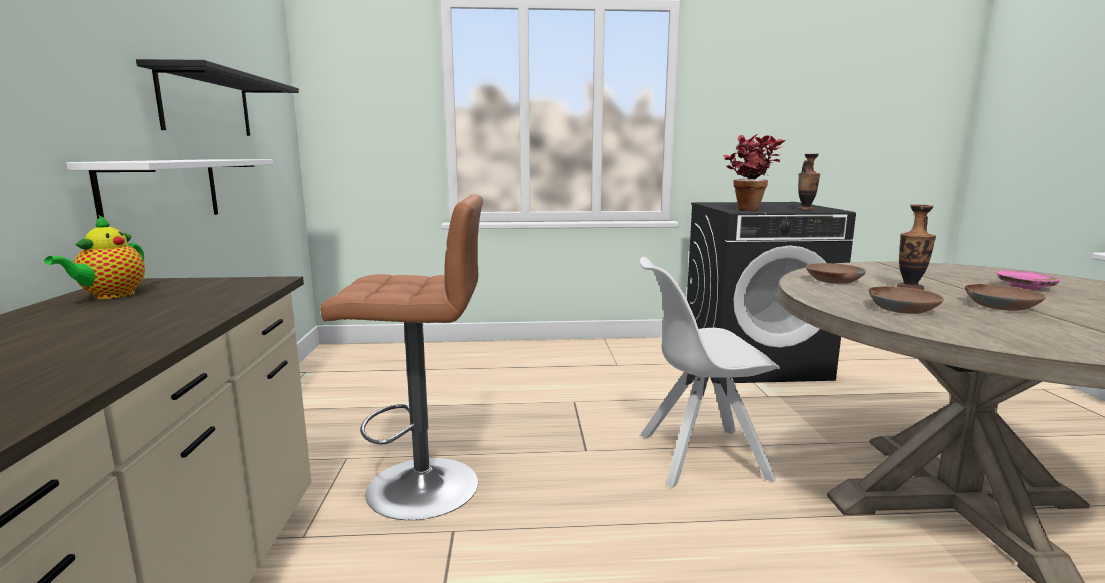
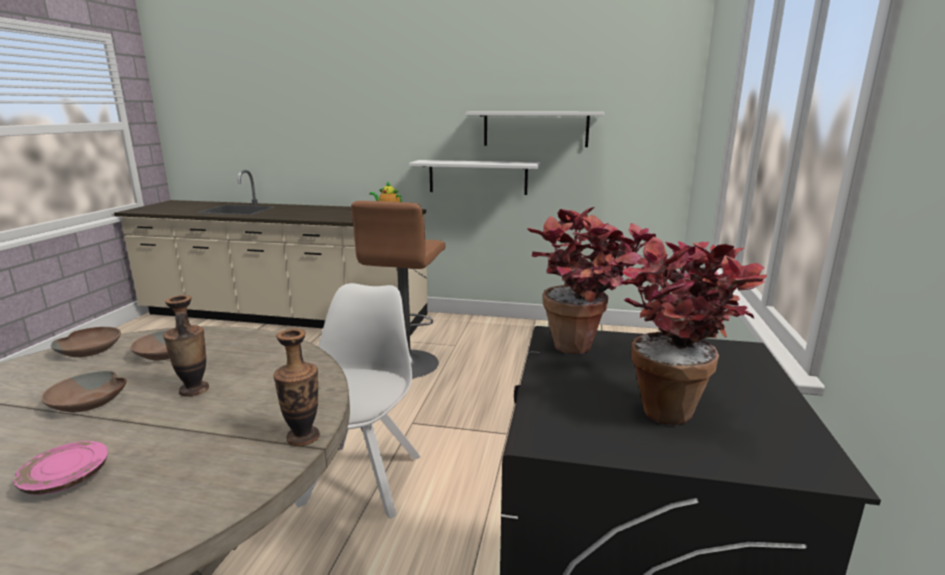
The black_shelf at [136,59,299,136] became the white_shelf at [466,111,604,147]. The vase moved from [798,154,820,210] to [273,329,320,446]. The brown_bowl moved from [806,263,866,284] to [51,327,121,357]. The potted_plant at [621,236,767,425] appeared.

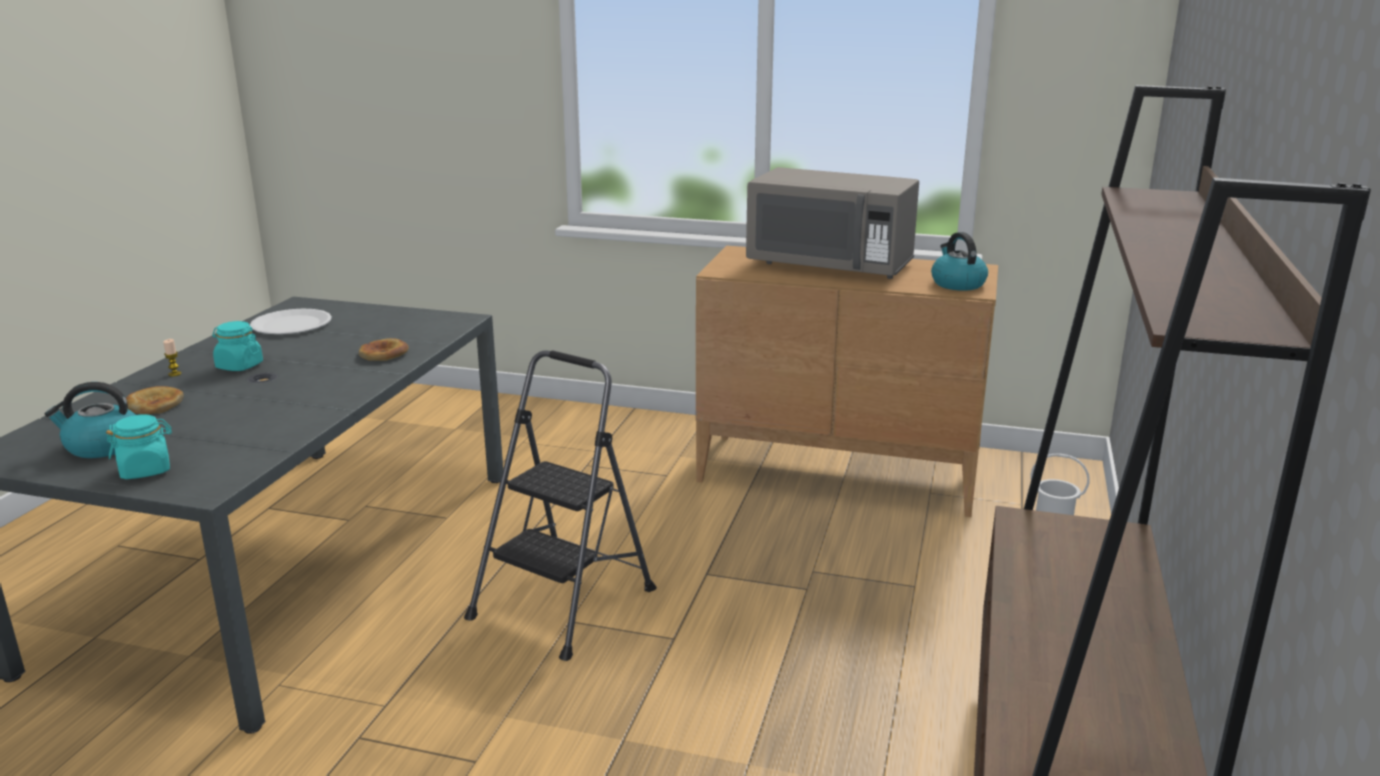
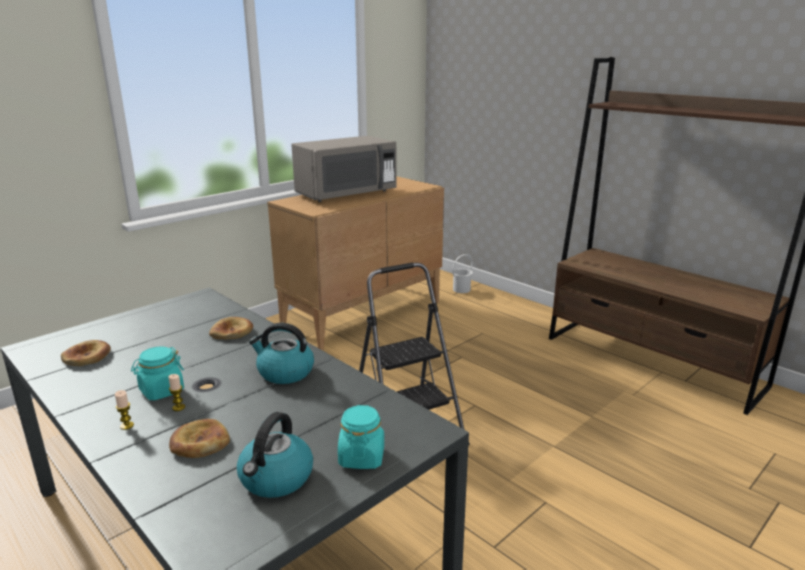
The kettle moved from [931,232,988,291] to [249,323,314,384]. The white_plate at [250,309,332,334] was replaced by the bread at [61,340,111,366]. The candle at [168,374,185,411] appeared.

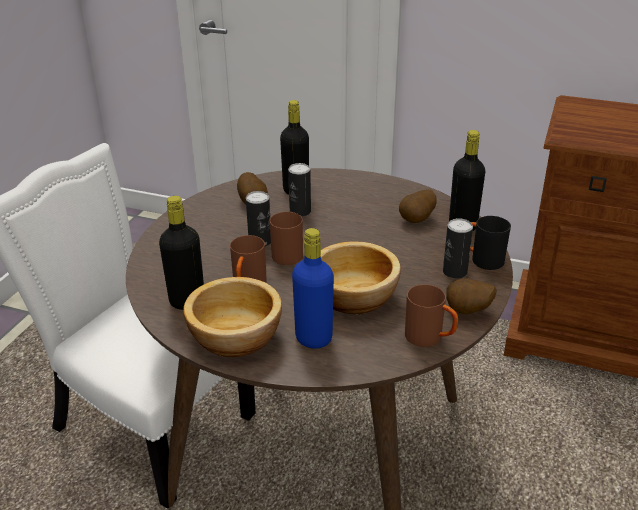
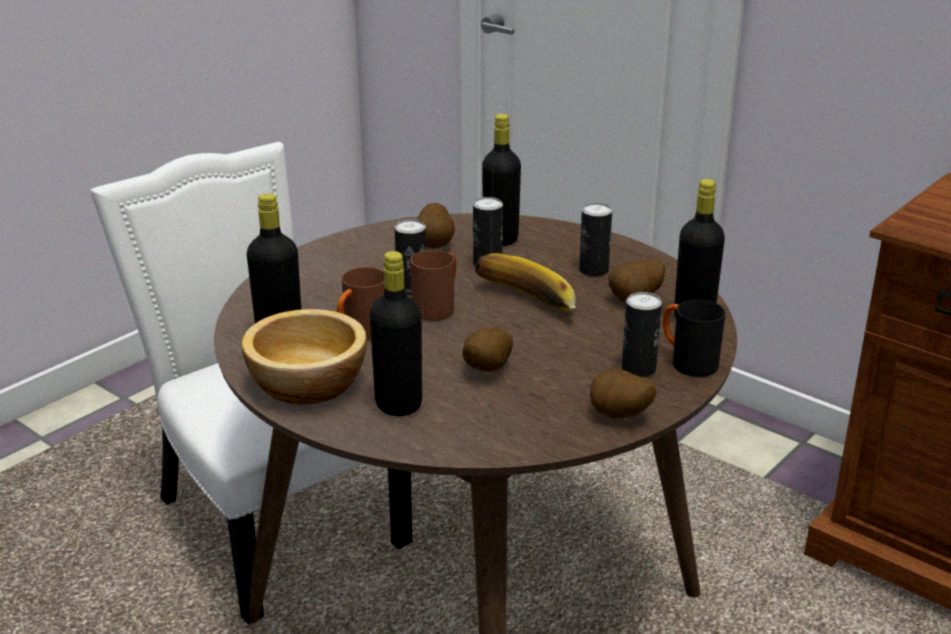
The blue_bottle at [292,228,334,348] became the black_bottle at [370,251,422,416]. The bowl at [321,241,401,314] was replaced by the potato at [462,327,513,372]. The brown_mug at [405,284,458,347] disappeared. The can at [579,203,612,277] appeared. The banana at [475,253,576,312] appeared.

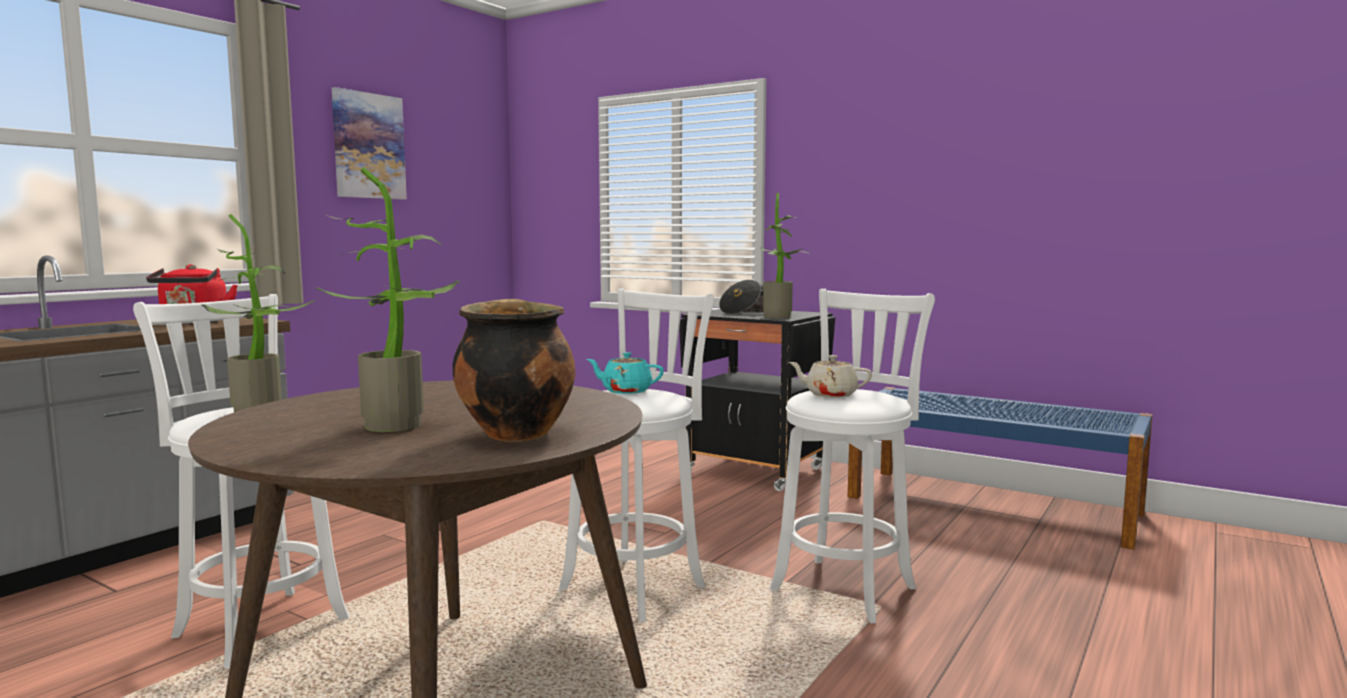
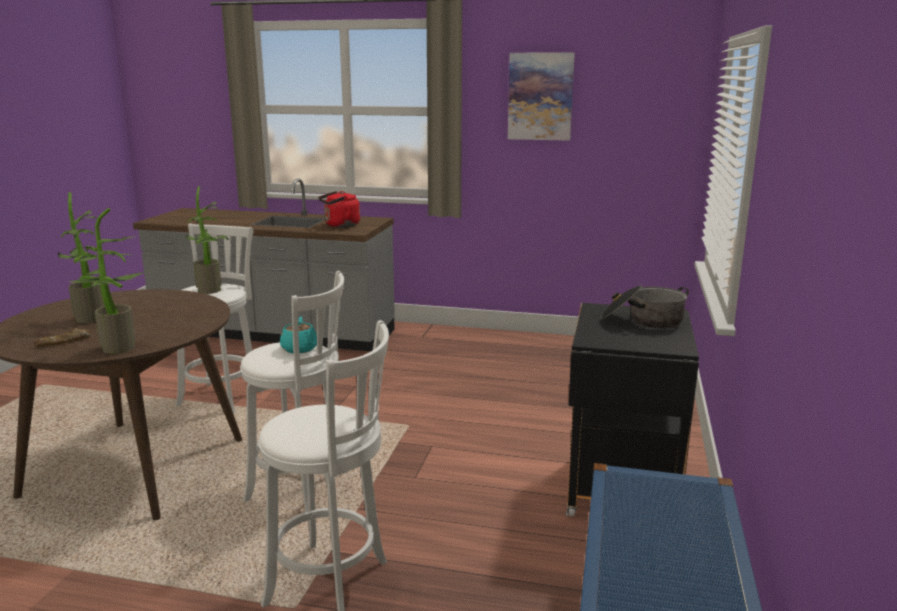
The potted_plant moved from [760,192,808,319] to [64,208,149,354]. The cooking_pot at [453,299,575,441] was replaced by the bread at [34,328,91,347]. The beige_teapot at [789,355,872,398] disappeared.

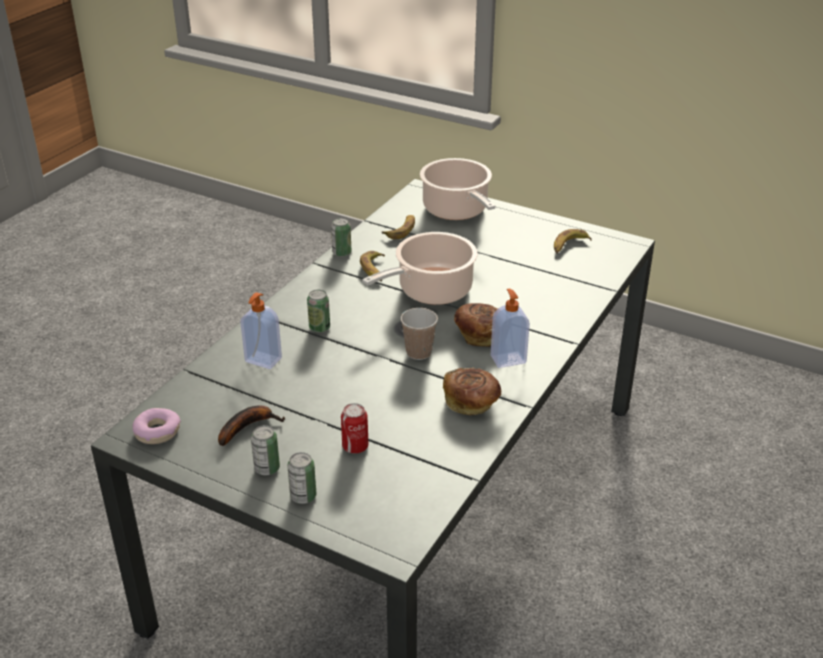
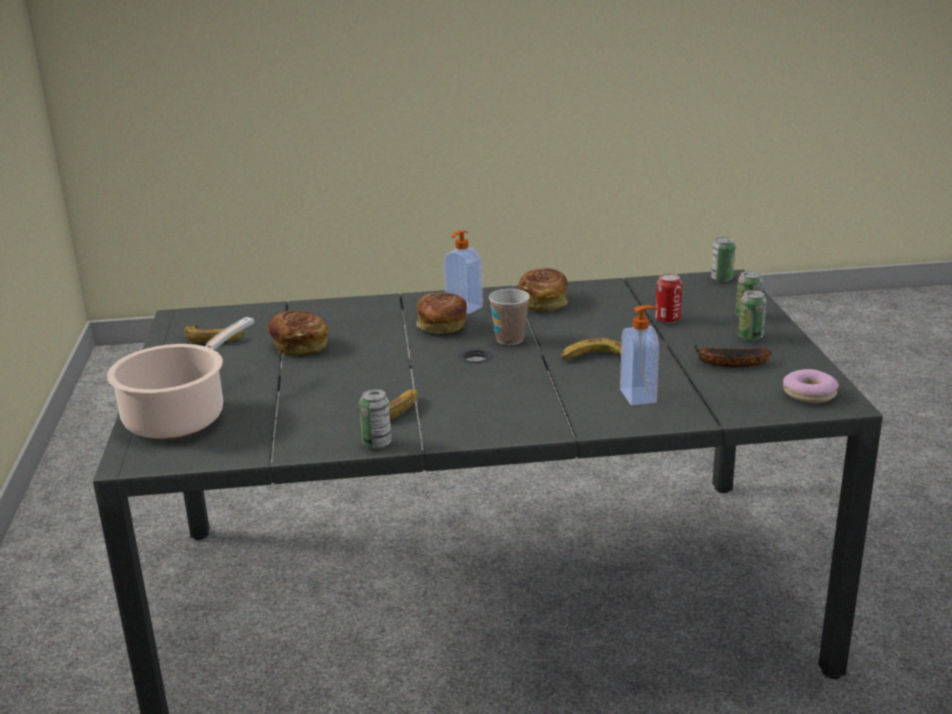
The banana moved from [382,215,415,239] to [561,338,621,359]. The cooking_pot at [362,232,478,305] disappeared. The can moved from [307,290,330,333] to [711,237,736,282]. The bread at [268,310,328,356] appeared.

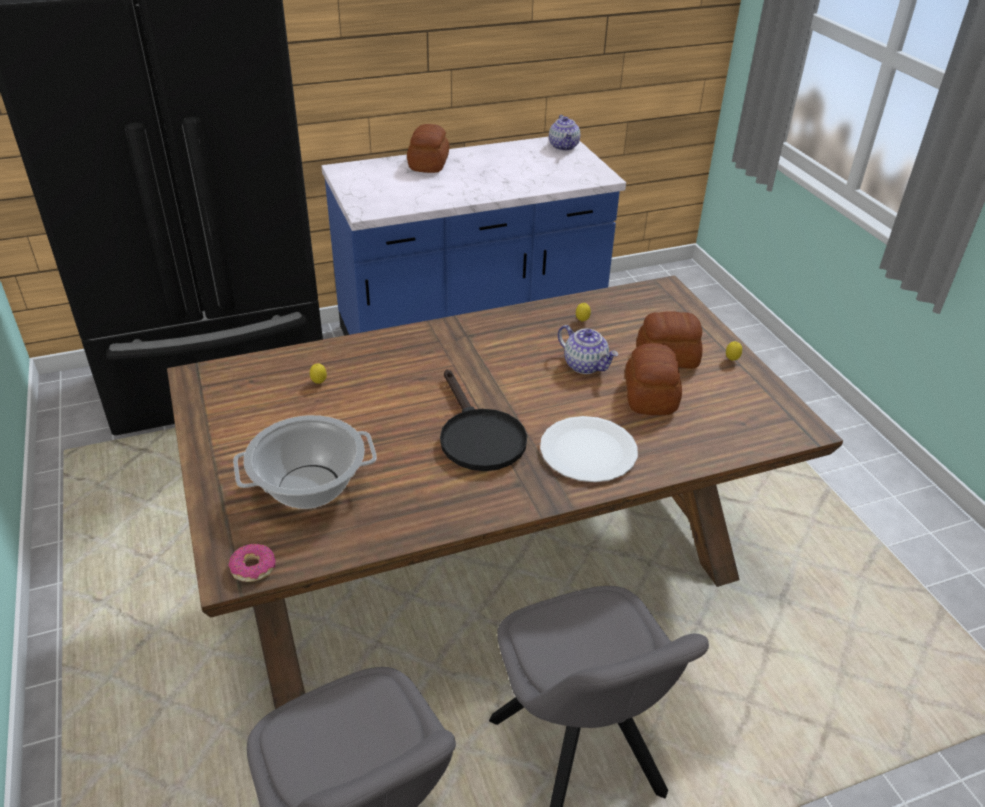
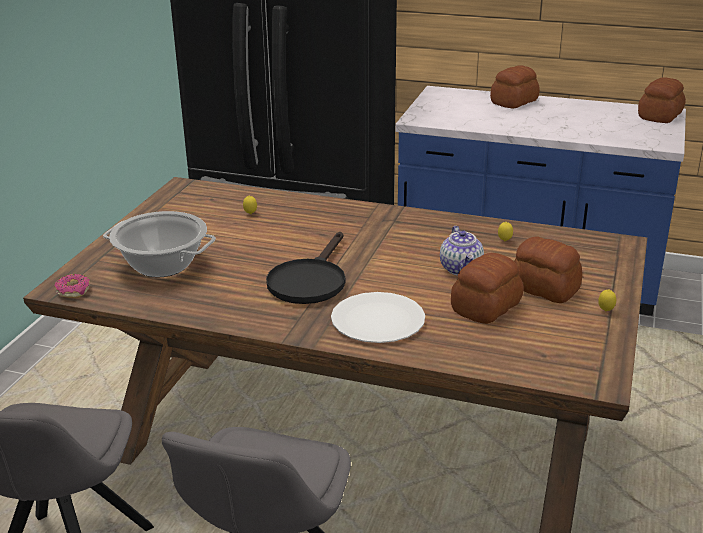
The teapot at [549,115,580,151] was replaced by the bread at [638,77,686,123].

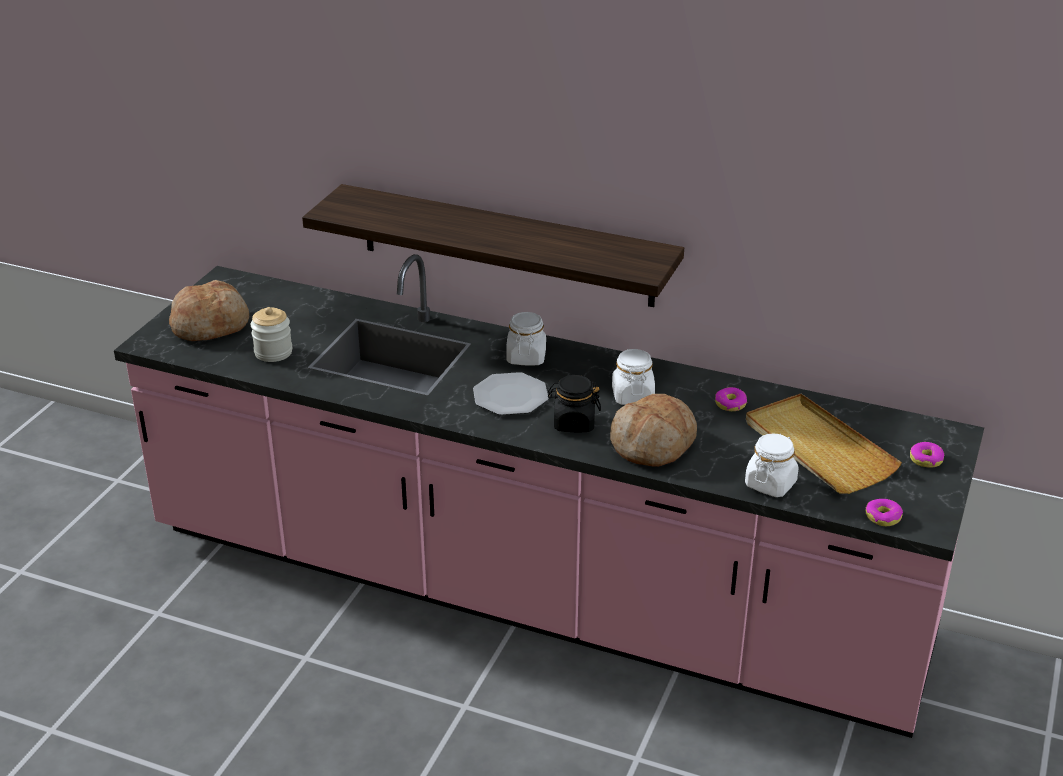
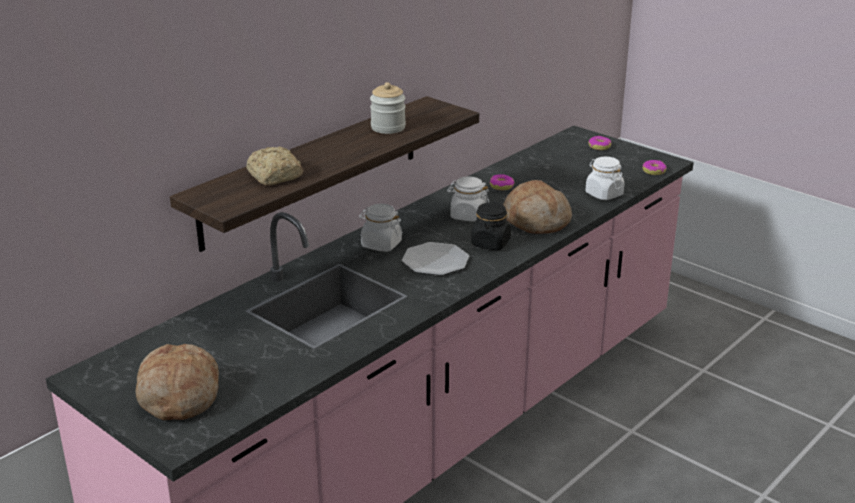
The jar moved from [250,307,292,362] to [370,82,406,134]. The beige_tray at [746,394,902,494] disappeared. The bread at [247,146,303,186] appeared.

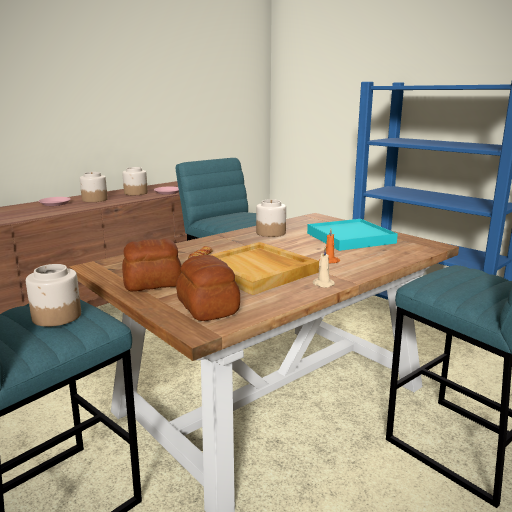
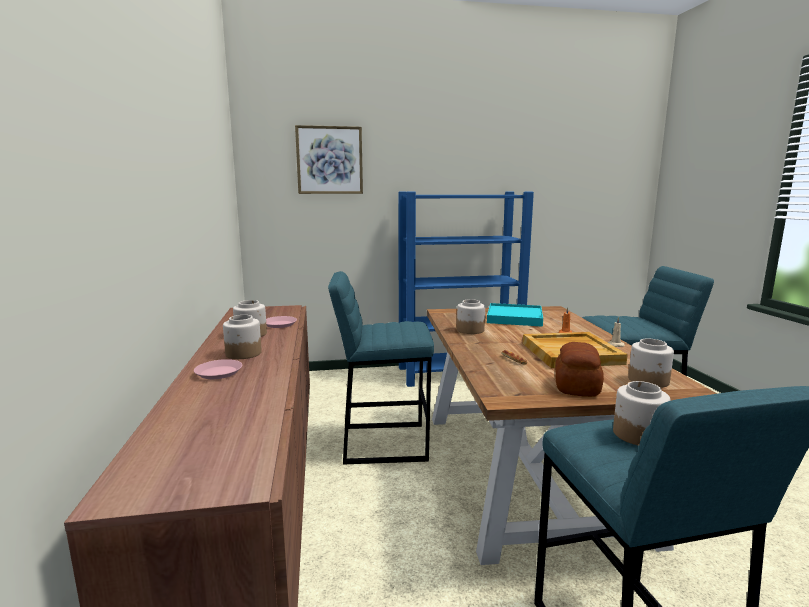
The bread at [176,255,240,321] was replaced by the jar at [628,339,674,388]. The picture at [295,125,363,194] appeared.

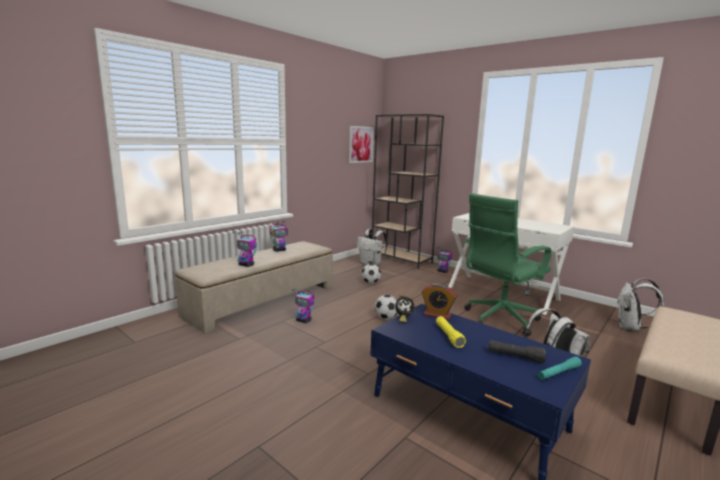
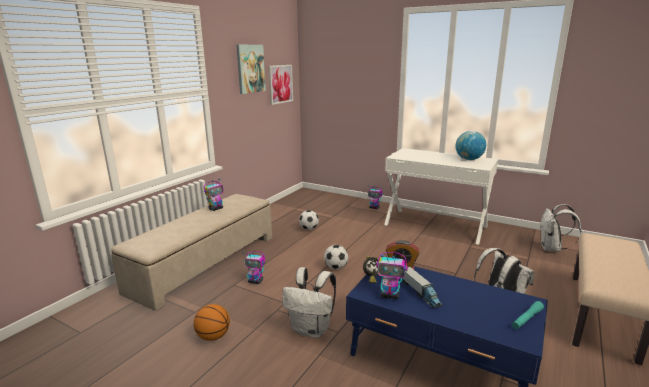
The bookcase at [372,114,444,269] disappeared. The green_office_chair at [464,193,552,337] disappeared. The white_backpack moved from [356,229,387,266] to [283,267,336,338]. The toy_robot moved from [232,232,257,267] to [376,252,408,299]. The yellow_flashlight at [436,316,466,348] was replaced by the toy_truck at [402,266,442,308]. The black_flashlight at [489,340,546,363] disappeared. The picture at [236,45,266,94] appeared. The globe at [455,131,486,160] appeared. The basketball at [194,304,230,341] appeared.

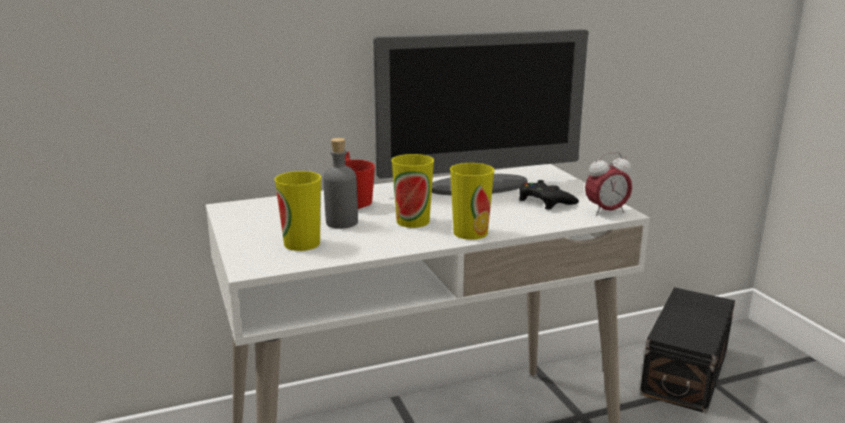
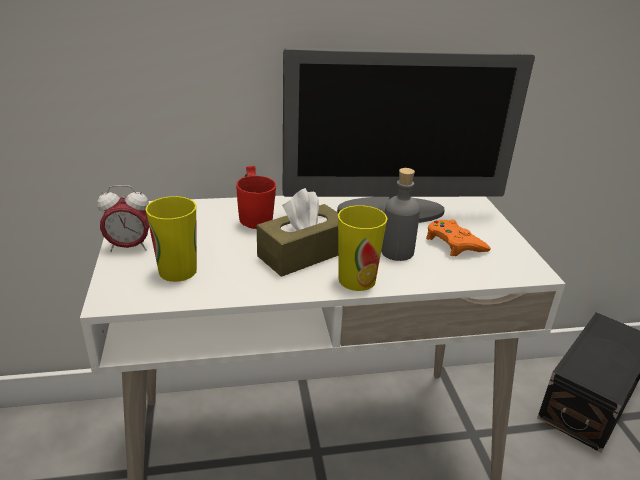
The grey_bottle moved from [323,138,358,229] to [381,168,420,261]. The alarm_clock moved from [585,152,632,216] to [97,185,149,252]. The cup at [391,154,434,228] was replaced by the brown_tissue_box at [257,188,338,277]. The black_game_controller at [519,180,579,209] became the orange_game_controller at [426,220,491,256].

